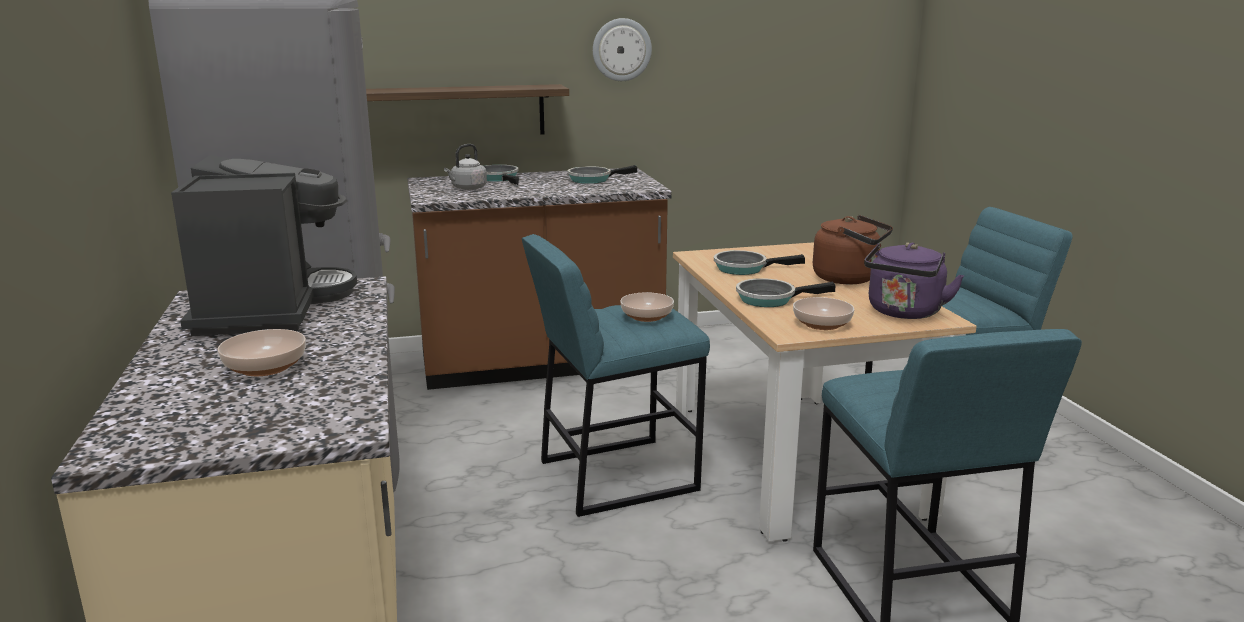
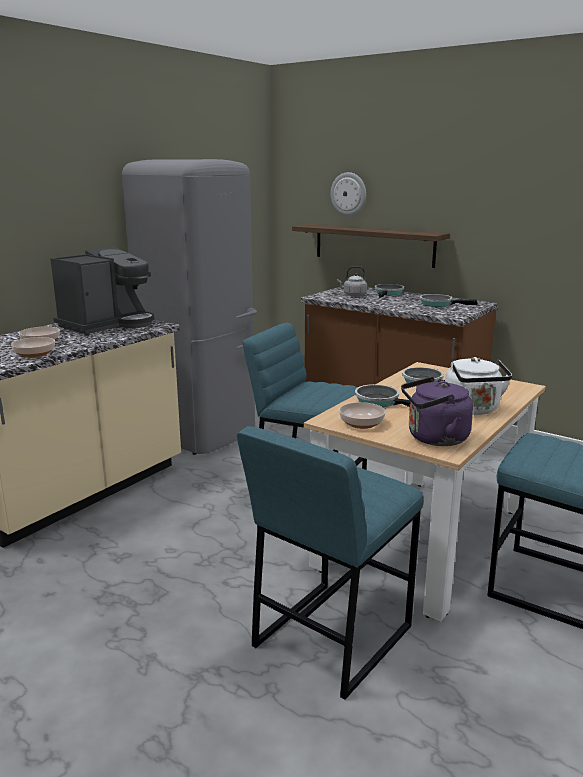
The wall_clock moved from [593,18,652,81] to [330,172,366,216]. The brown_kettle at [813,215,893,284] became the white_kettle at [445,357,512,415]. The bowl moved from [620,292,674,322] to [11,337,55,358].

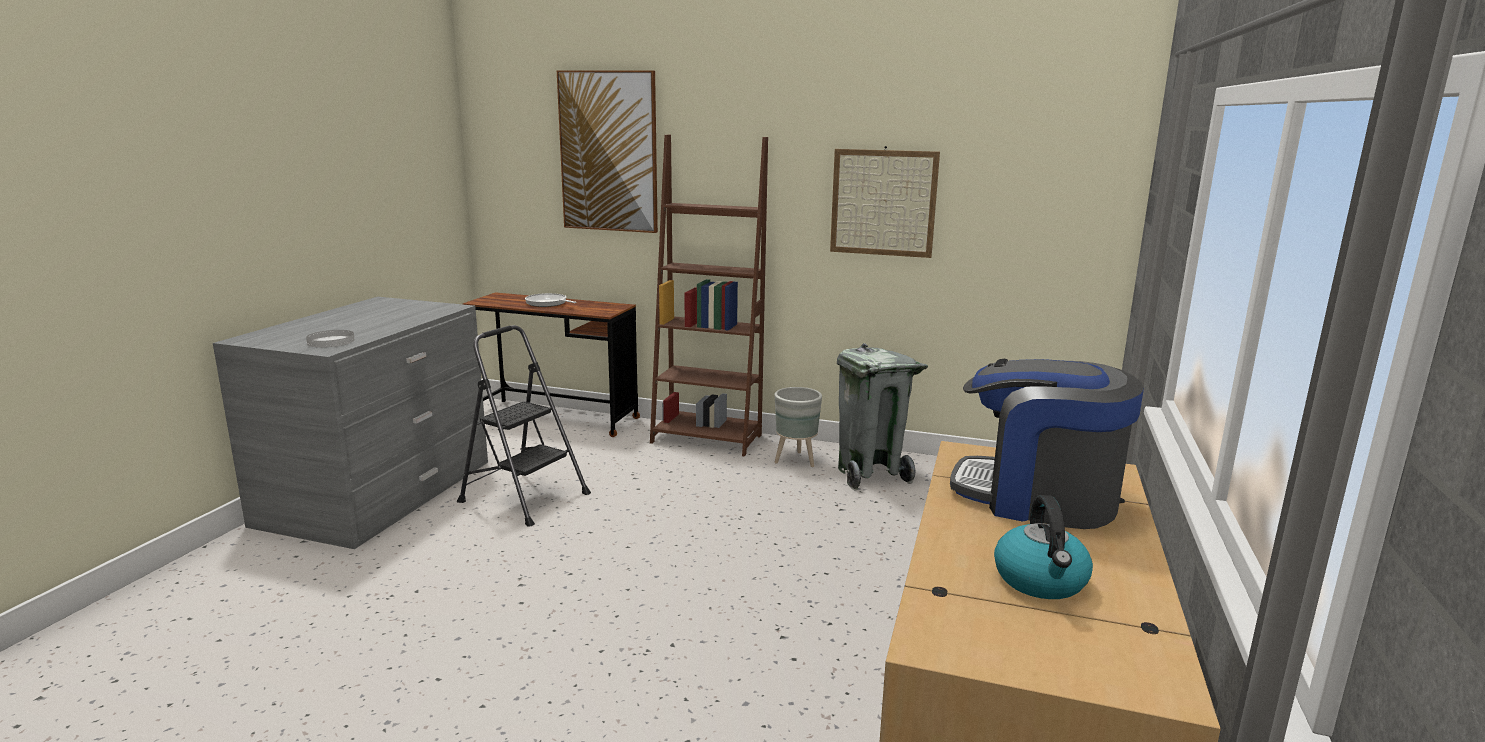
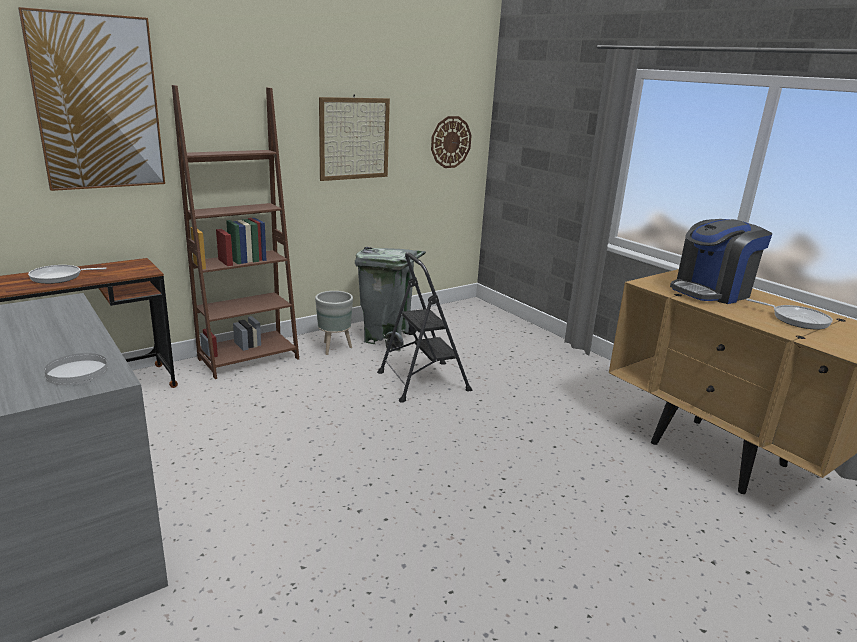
The black_step_ladder moved from [457,325,591,527] to [377,252,472,403]. The kettle at [994,495,1093,599] was replaced by the frying_pan at [746,299,833,330]. The wall_clock at [431,116,472,168] appeared.

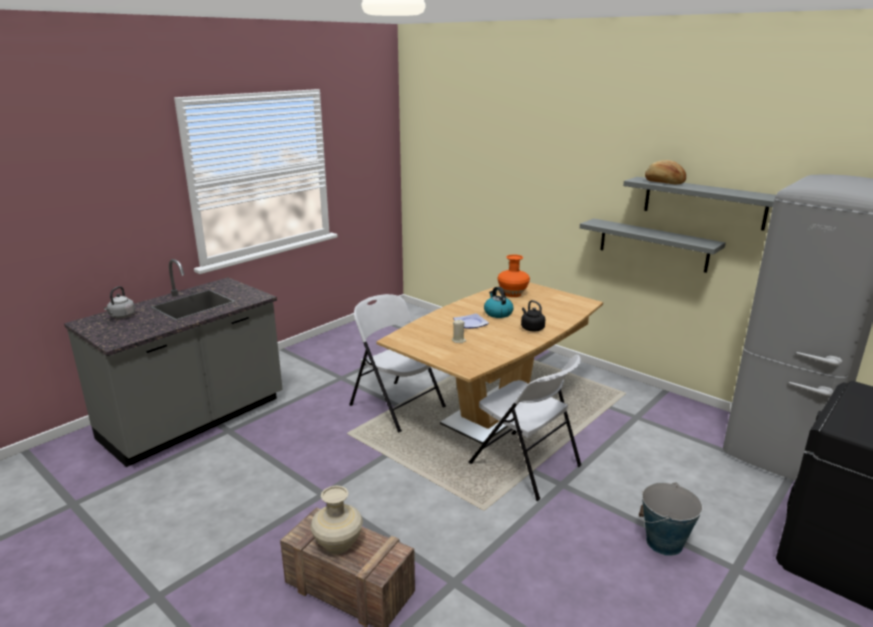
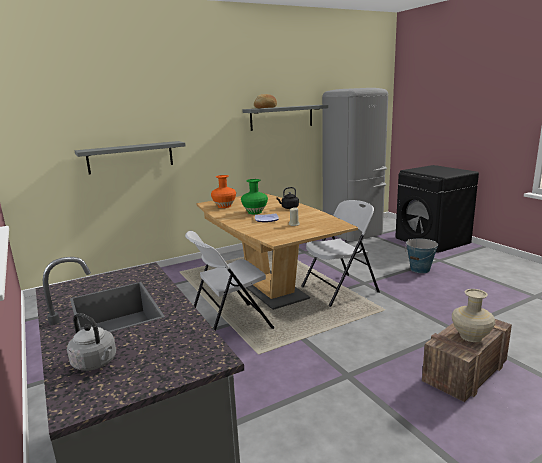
The grey_shelf moved from [580,218,726,273] to [75,141,186,175]. The kettle at [484,286,514,318] was replaced by the green_vase at [241,179,268,214].

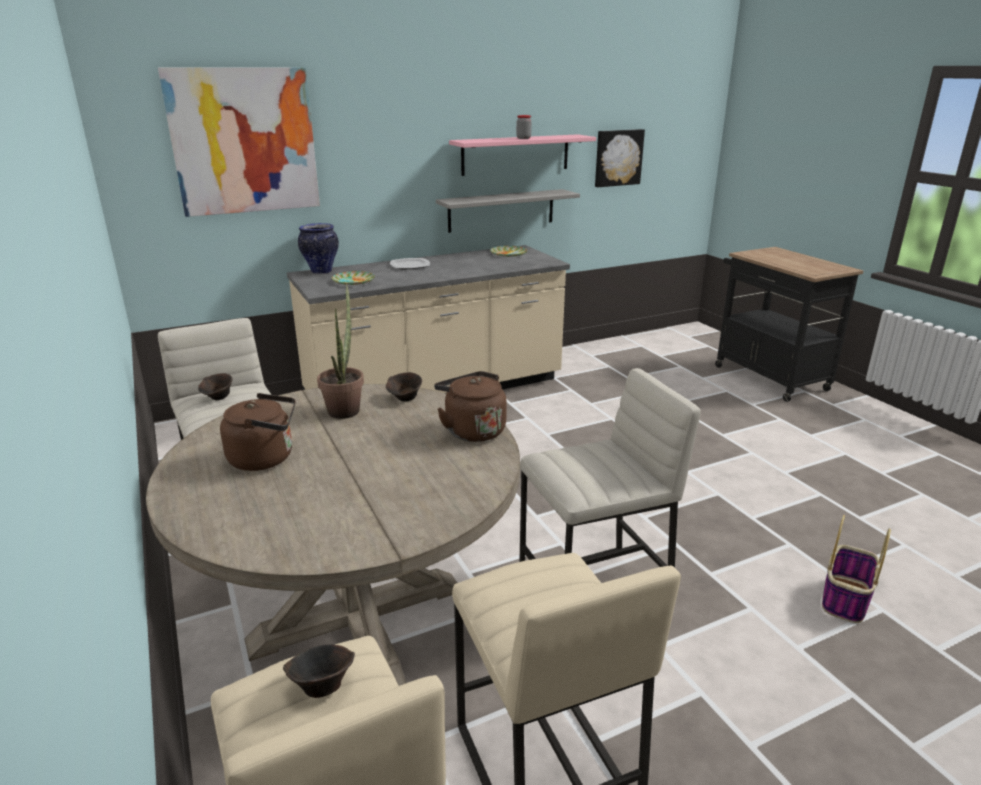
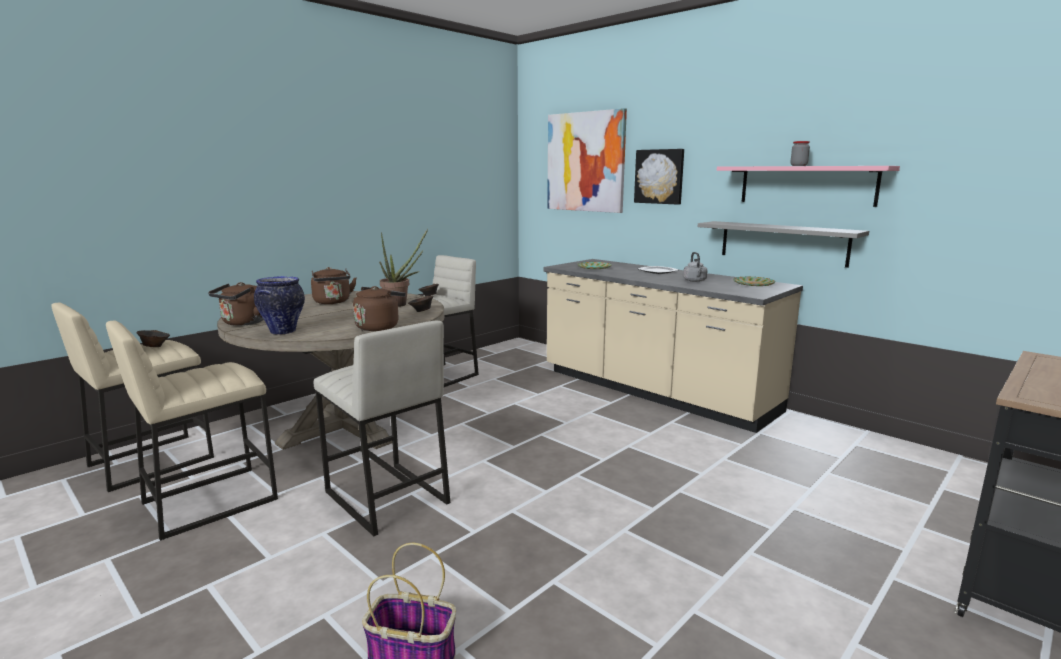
The picture moved from [595,129,645,187] to [634,149,684,205]. The vase moved from [298,223,339,274] to [254,276,305,335]. The grey_kettle at [683,252,708,282] appeared. The brown_kettle at [208,282,264,326] appeared.

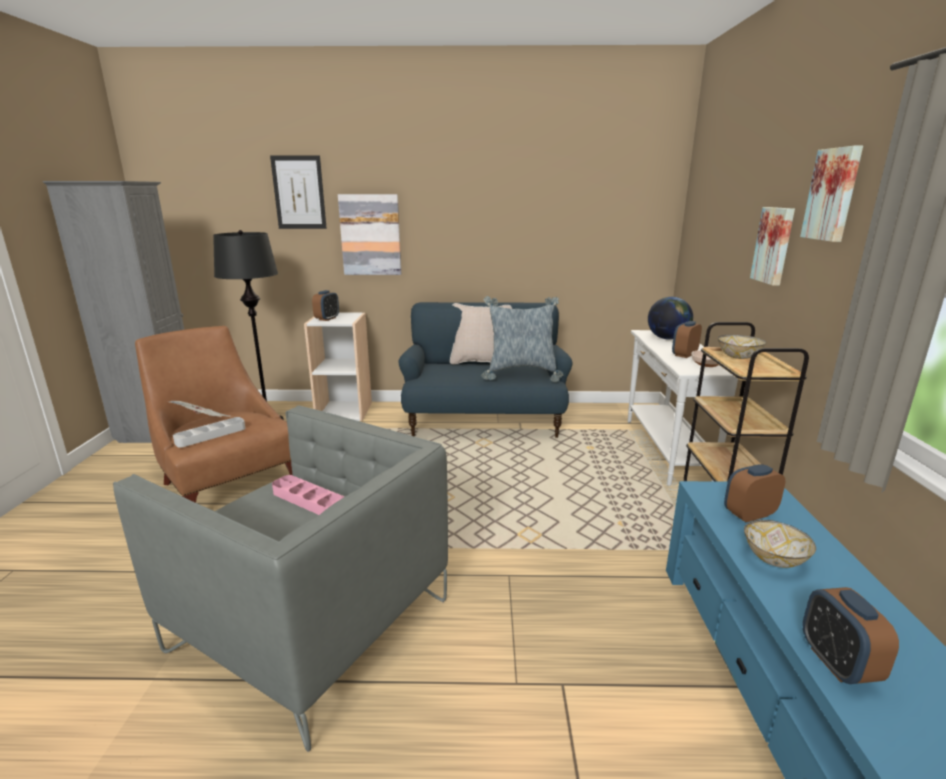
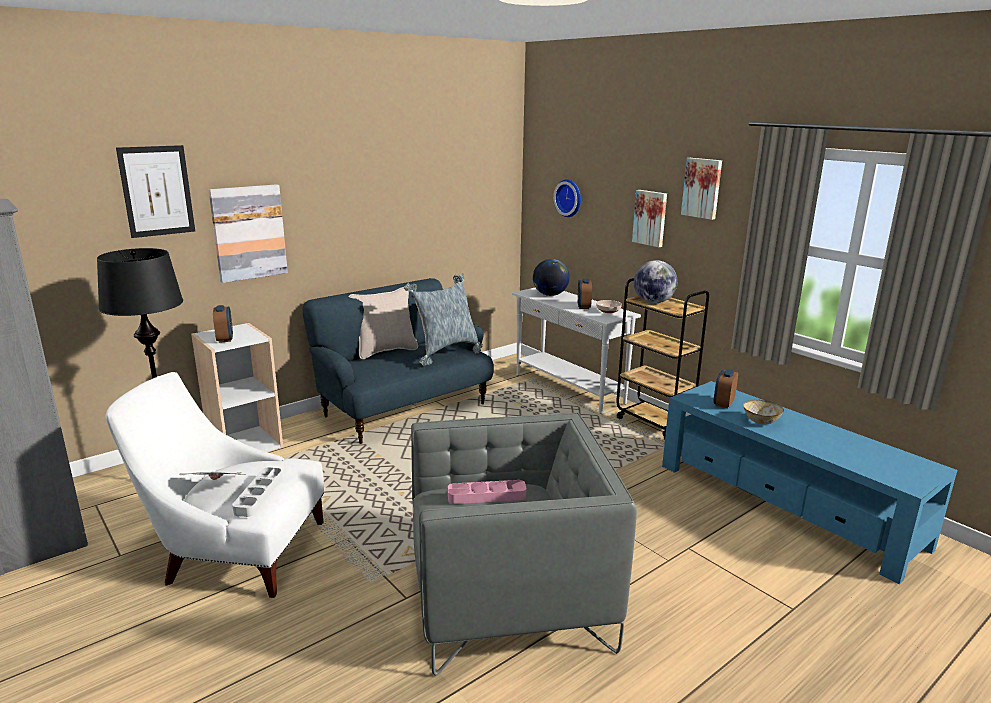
The brown_armchair at [135,326,293,503] became the white_armchair at [106,372,324,598]. The bowl at [718,335,766,359] was replaced by the globe at [634,260,678,303]. The alarm_clock at [803,587,899,684] disappeared. The wall_clock at [553,179,581,217] appeared.

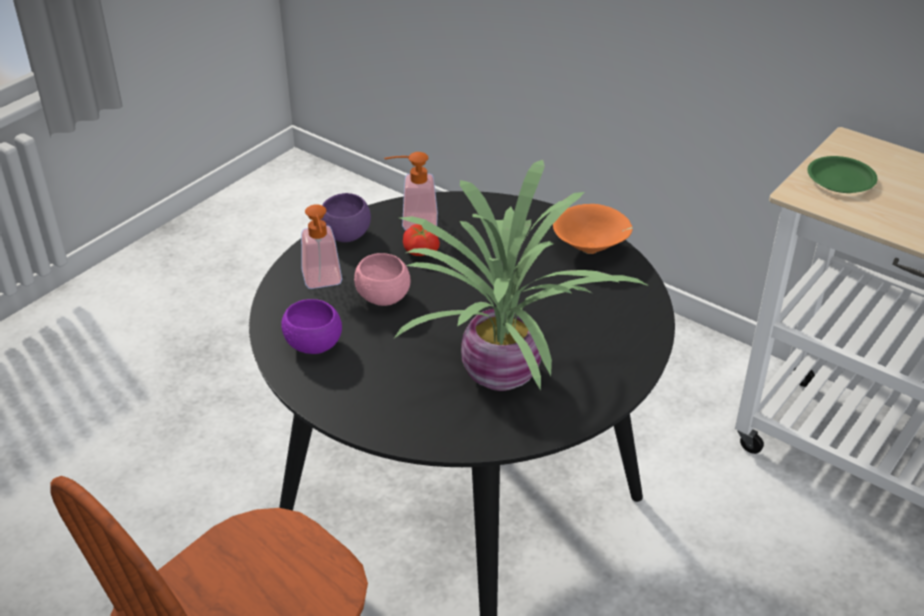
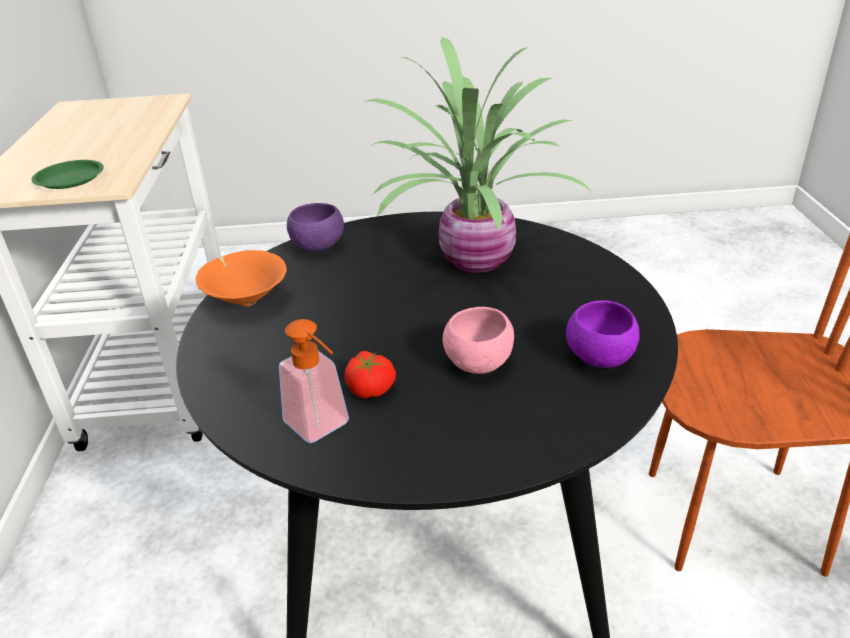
The purple_bowl moved from [320,193,371,242] to [287,203,344,252]. The soap_dispenser at [301,204,342,289] disappeared.

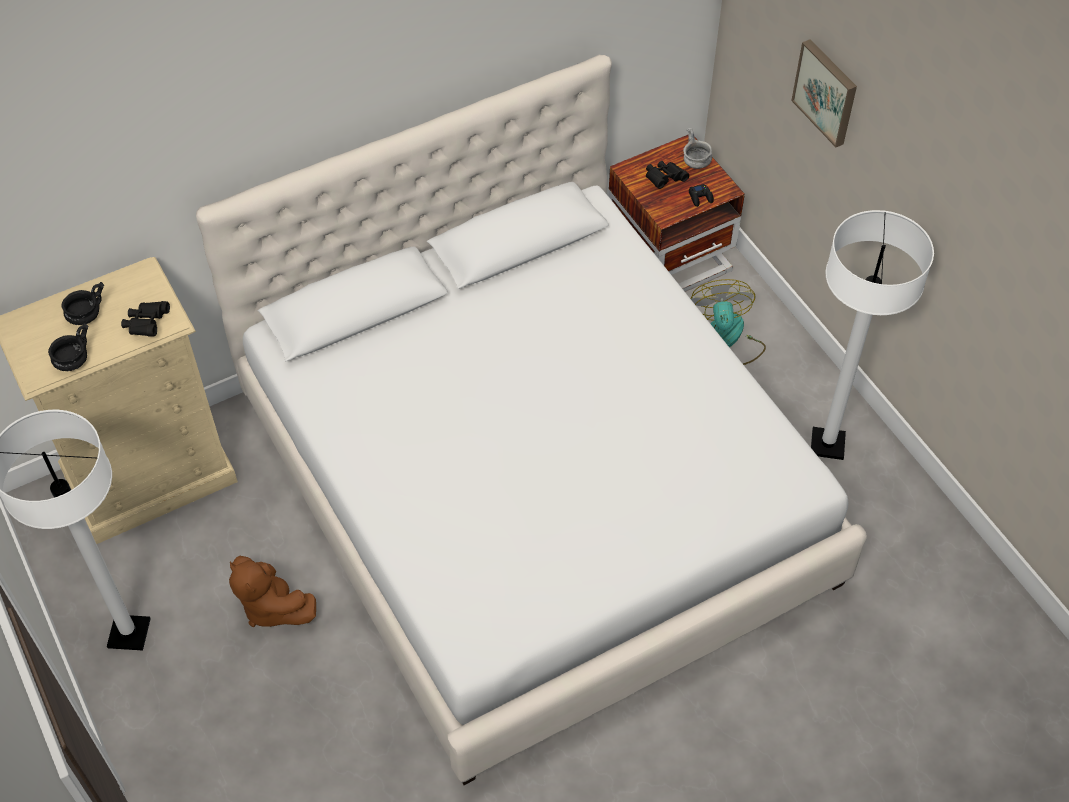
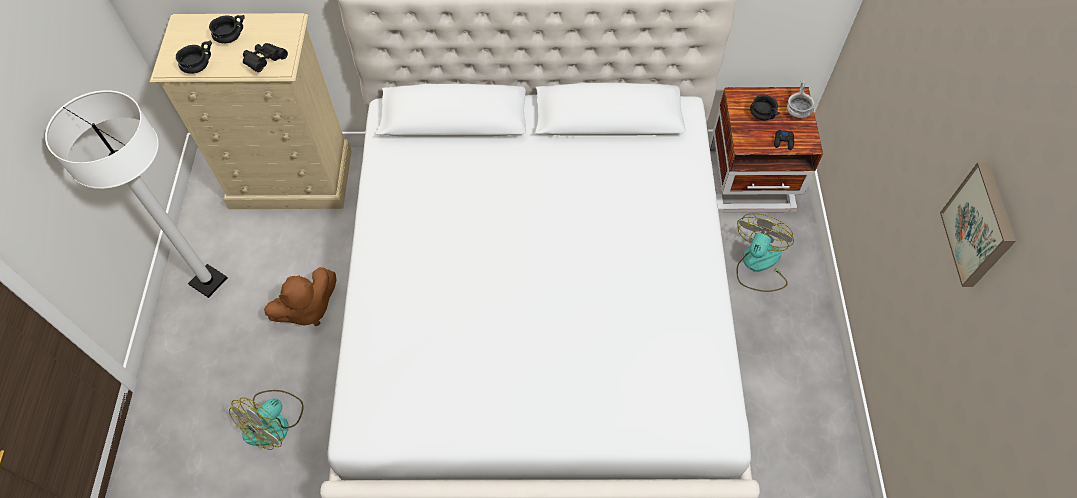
The picture moved from [791,40,857,147] to [940,162,1016,287]. The black_binoculars at [646,161,689,189] was replaced by the black_bowl at [750,95,780,120]. The white_floor_lamp at [811,210,934,460] disappeared. The brown_plush_toy at [229,556,316,627] turned 105 degrees counterclockwise. The fan at [229,390,304,450] appeared.

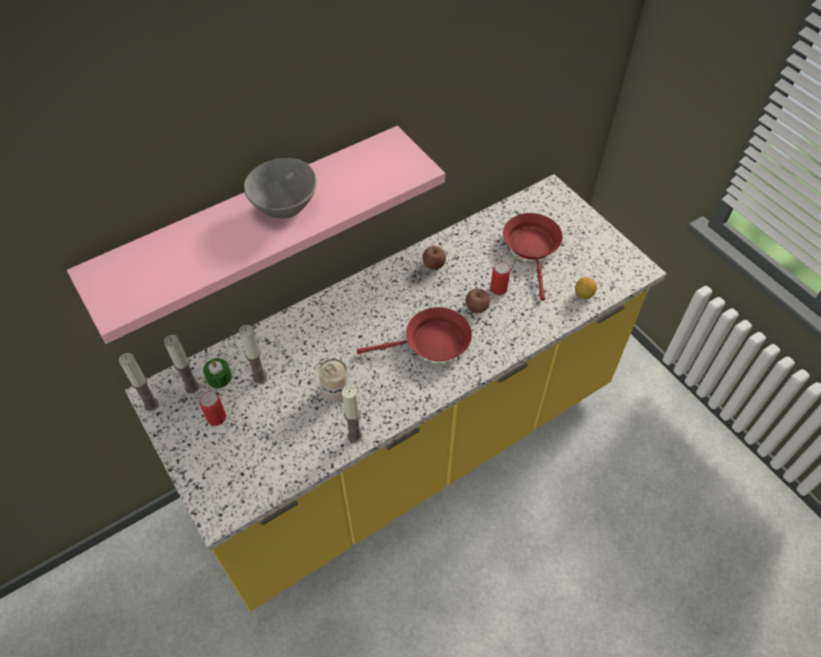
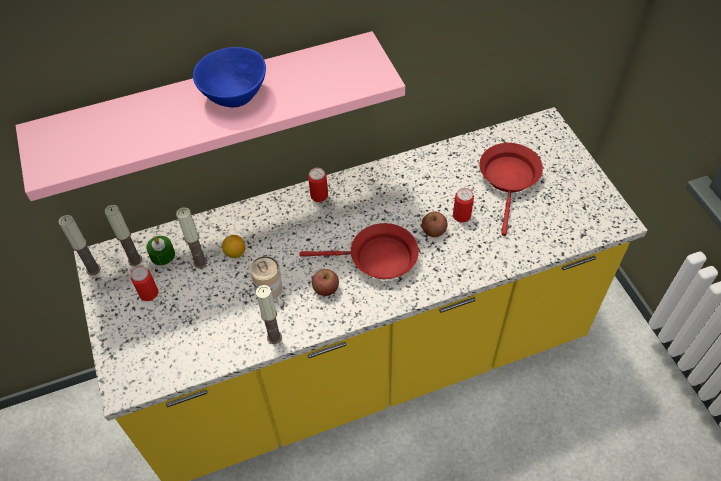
The grey_bowl at [244,158,317,219] became the blue_bowl at [193,47,266,107]. The apple moved from [423,246,446,270] to [312,269,339,296]. The lemon moved from [575,277,597,299] to [222,235,245,258]. The can at [308,168,328,202] appeared.

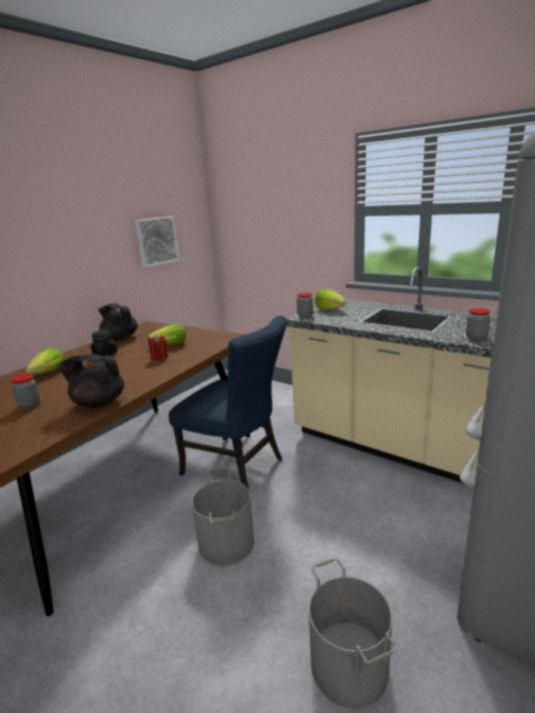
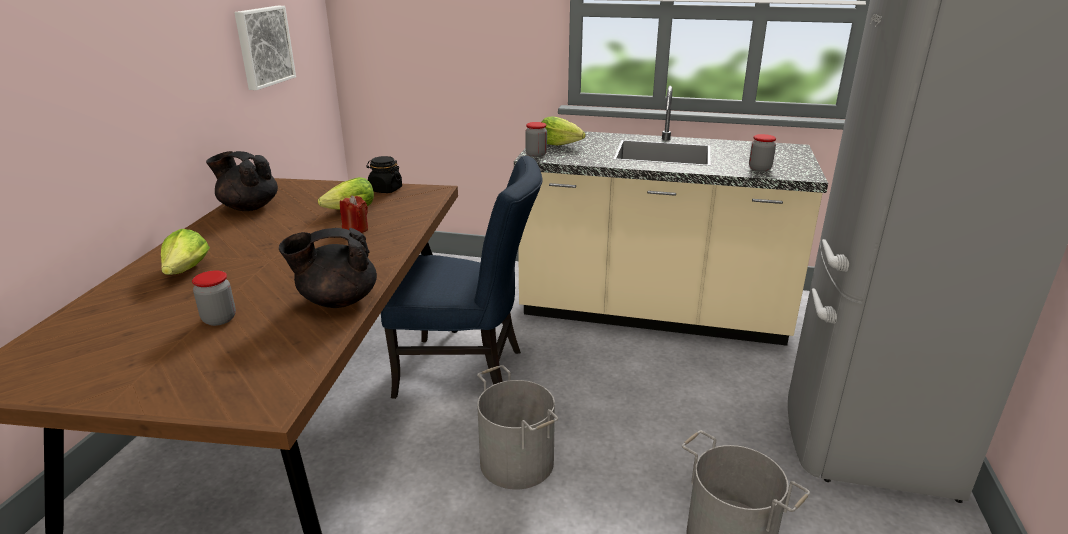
The black_jar moved from [91,330,117,357] to [367,156,402,193].

